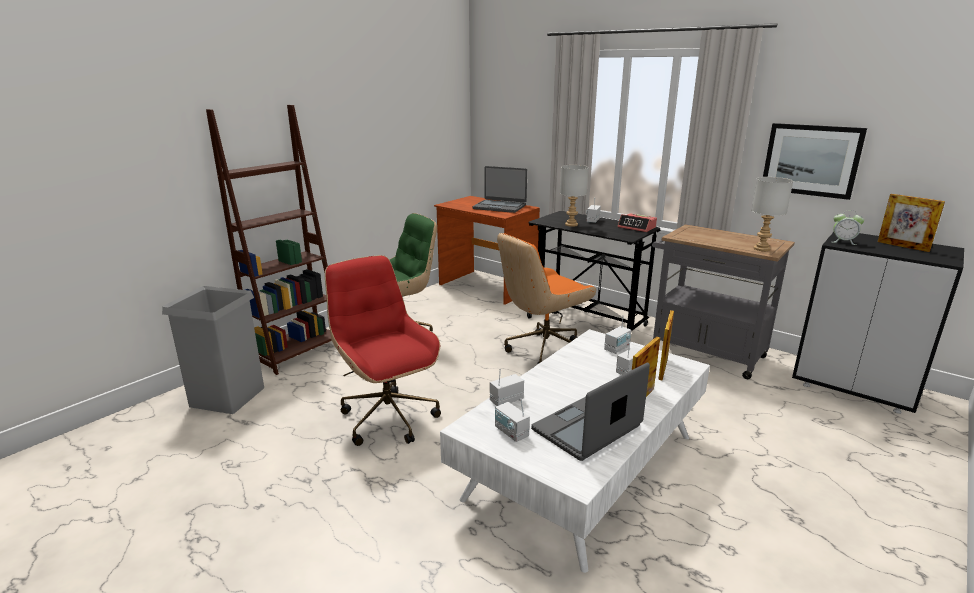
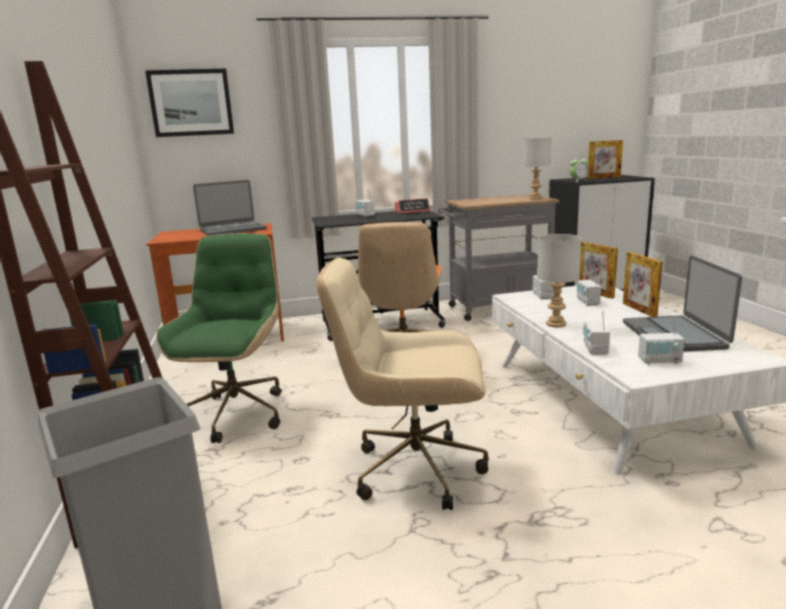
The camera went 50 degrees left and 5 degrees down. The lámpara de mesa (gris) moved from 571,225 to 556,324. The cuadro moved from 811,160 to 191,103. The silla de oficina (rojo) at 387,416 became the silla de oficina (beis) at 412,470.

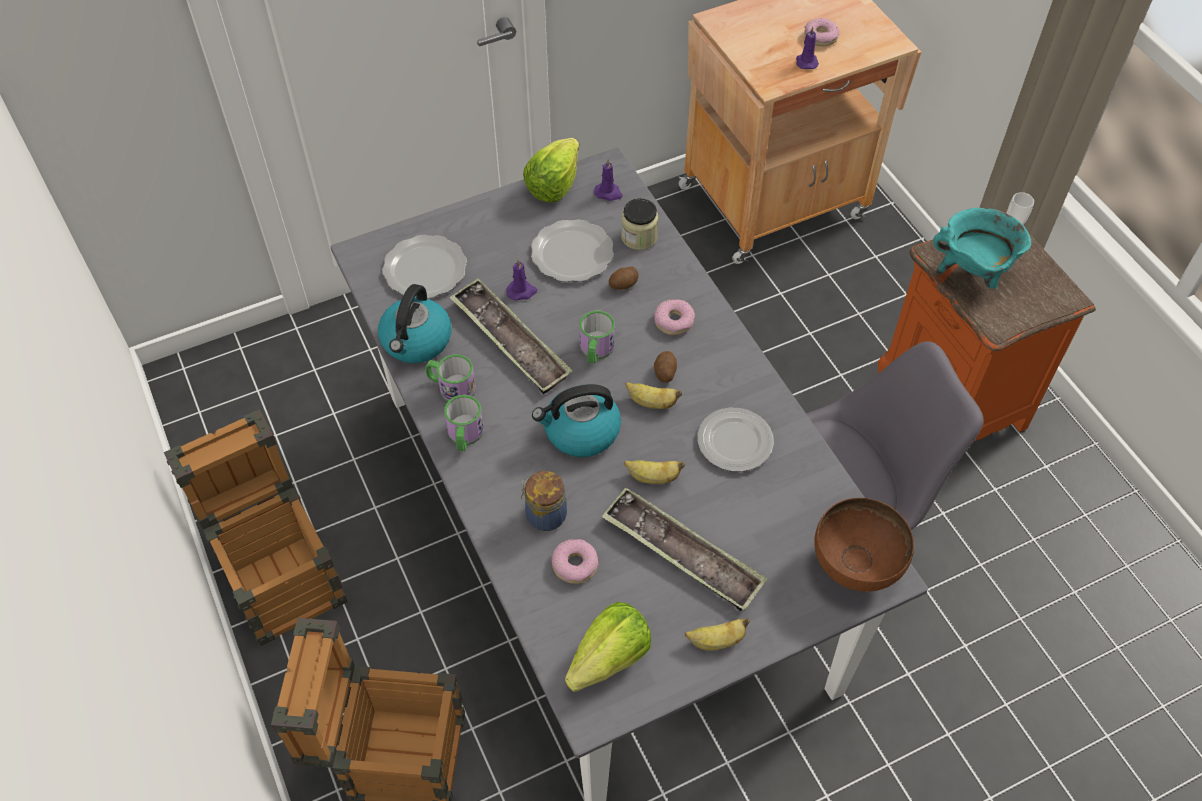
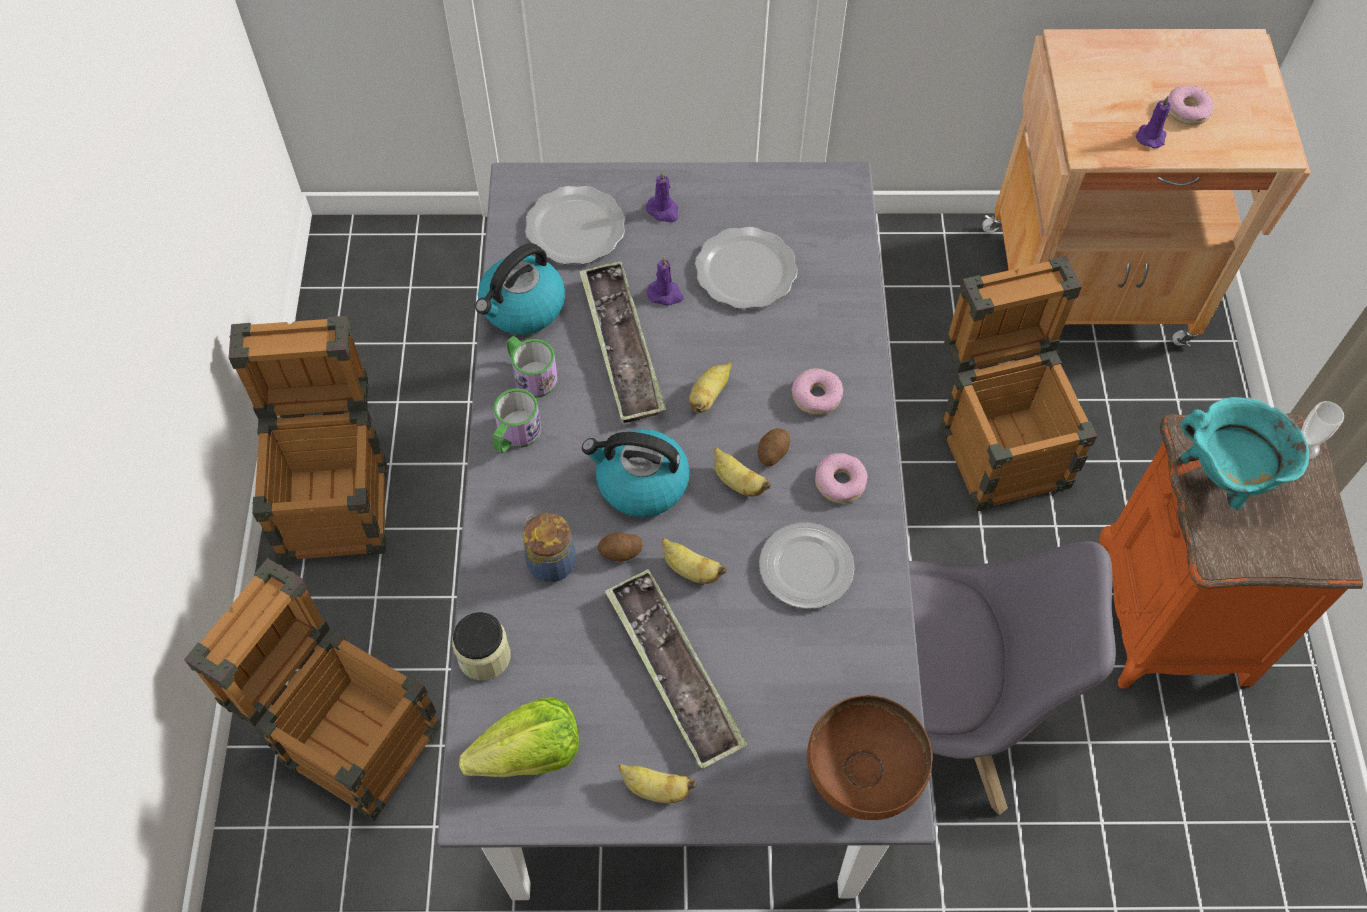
The camera went 25 degrees right and 5 degrees up. The lechuga at 554,185 disappeared. The caja de embalaje at 998,442 appeared. The rosquilla moved from 574,565 to 839,482. The vela (morado) moved from 608,193 to 663,211. The patata moved from 624,285 to 620,553. The tarro moved from 639,237 to 484,656. The taza grande at 595,350 was replaced by the plátano at 709,395.

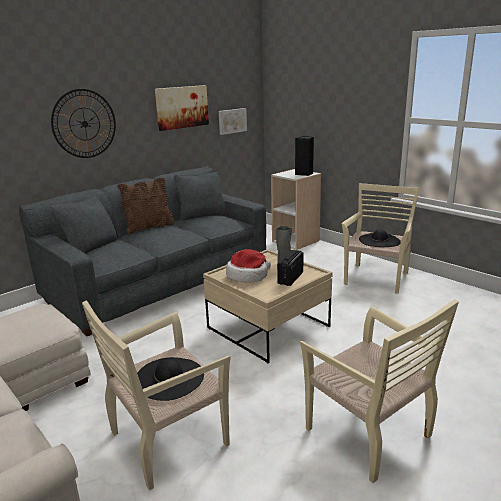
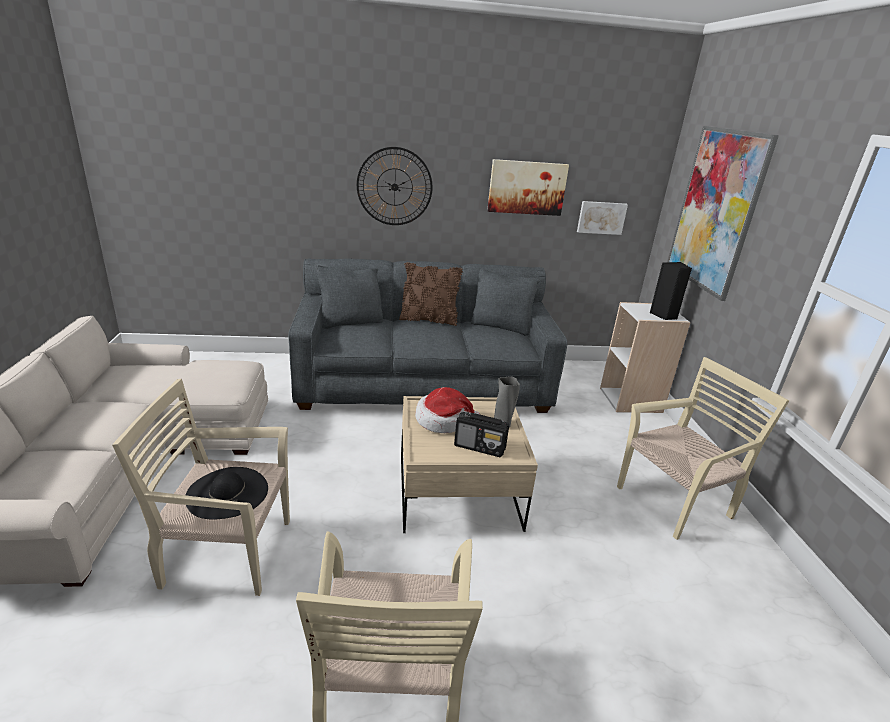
The camera went 35 degrees right and 5 degrees up. The sombrero (negro) at 379,240 disappeared. The cuadro at 715,210 appeared. The radio at 290,278 turned 135 degrees counterclockwise.

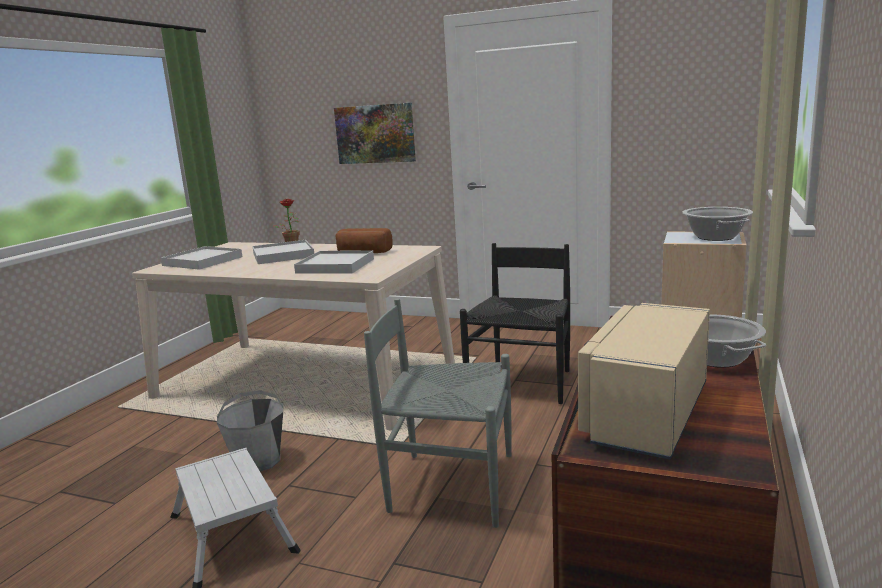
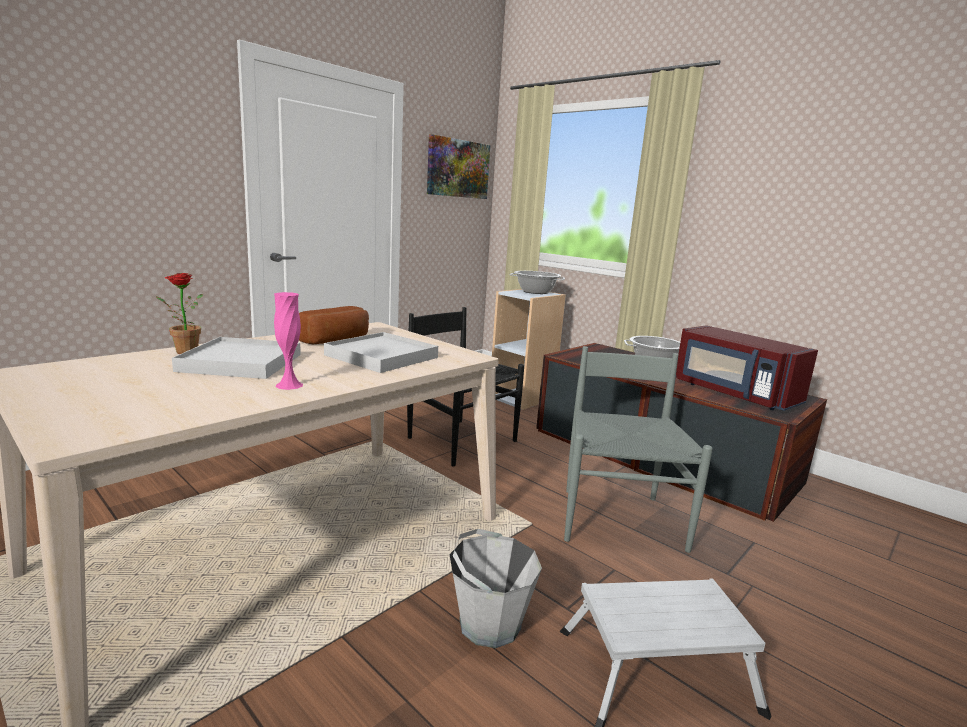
The camera went 70 degrees left and 0 degrees up. The bandeja (blanco) at 203,261 disappeared. The florero (rosa) at 289,385 appeared. The cuadro moved from 375,134 to 458,168. The microondas (beis) at 644,415 became the microondas (rojo) at 733,394. The silla (gris) at 450,485 turned 150 degrees clockwise.

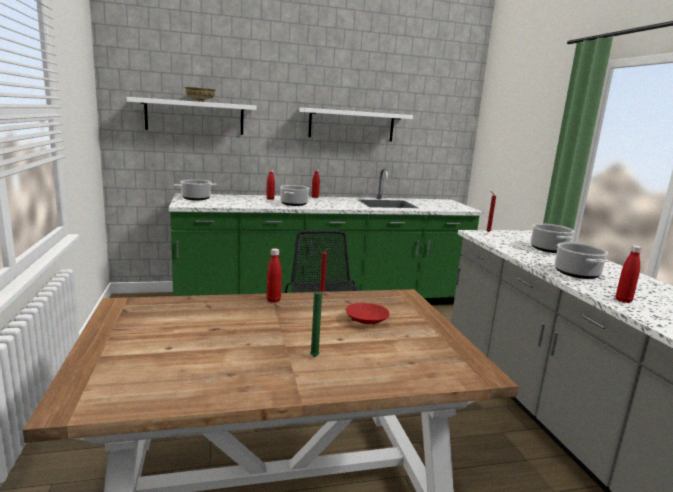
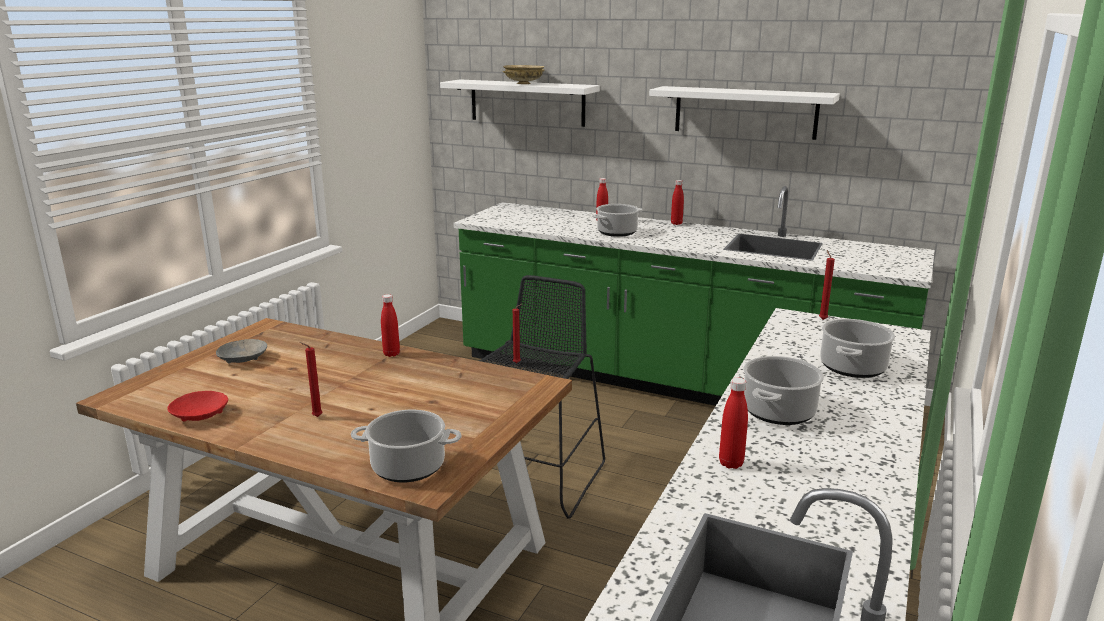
The camera went 40 degrees right and 5 degrees up. The cuenco (gris) at 243,359 appeared. The olla moved from 196,198 to 409,466. The cuenco (rojo) moved from 367,321 to 200,415. The vela (verde) at 313,357 became the vela (rojo) at 315,417.

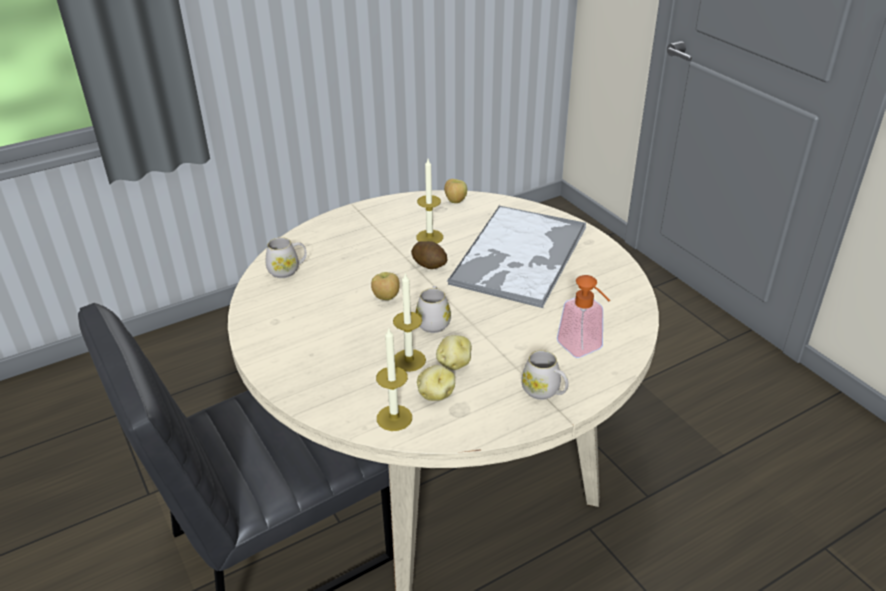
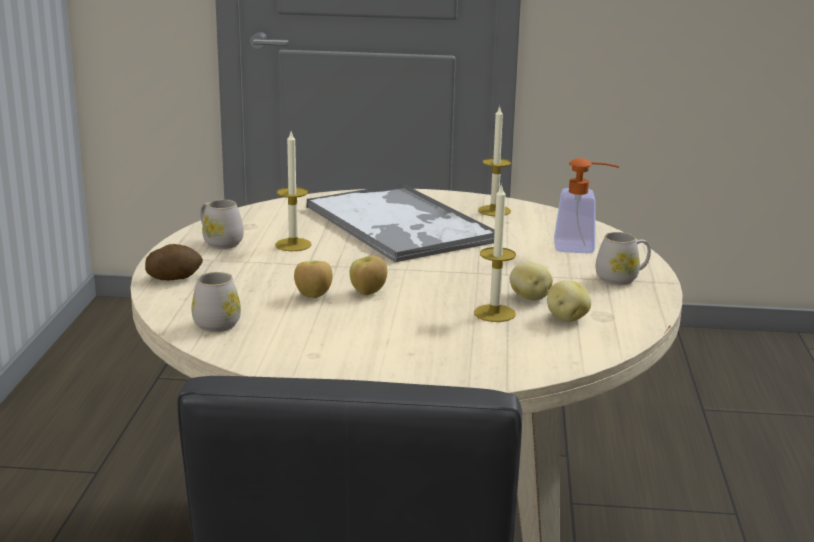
The camera went 55 degrees left and 15 degrees down. The vela moved from 394,418 to 494,211. The patata moved from 430,264 to 174,277. The taza grande (blanco) moved from 433,321 to 219,242. The manzana moved from 455,201 to 313,296.

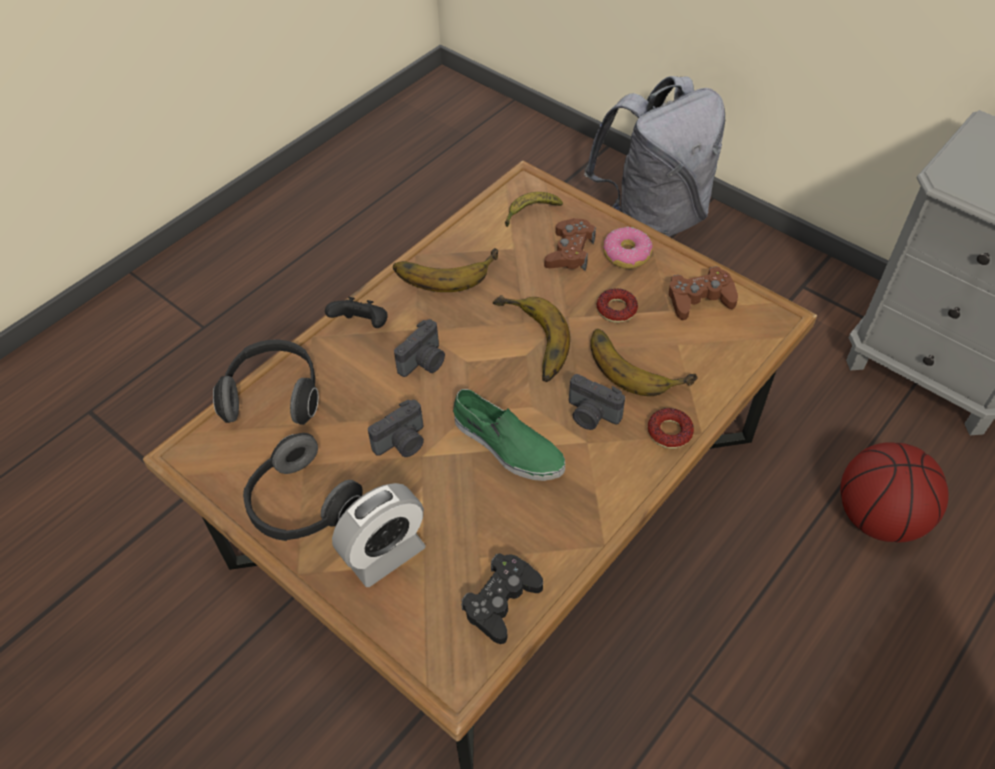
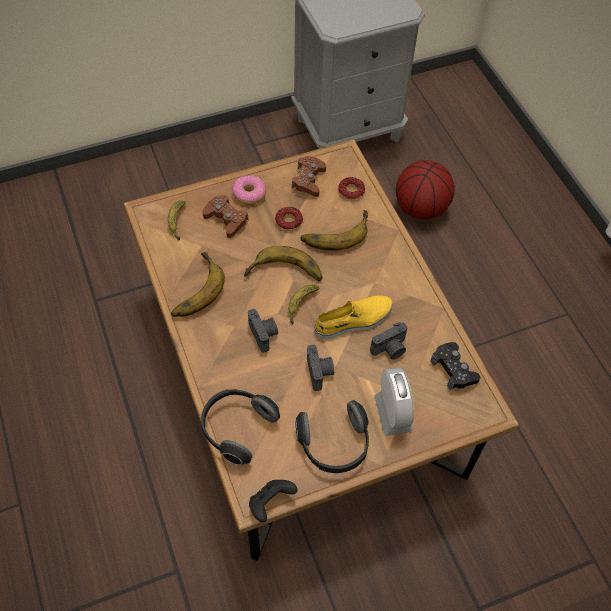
The camera went 65 degrees left and 5 degrees up. The mochila (gris) at 651,221 disappeared. The plátano at 300,305 appeared. The mando de consola (negro) moved from 362,326 to 270,503. The cámara moved from 591,415 to 390,349. The rosquilla moved from 669,432 to 351,191. The zapato (verde) at 507,445 became the zapato (amarillo) at 353,320.

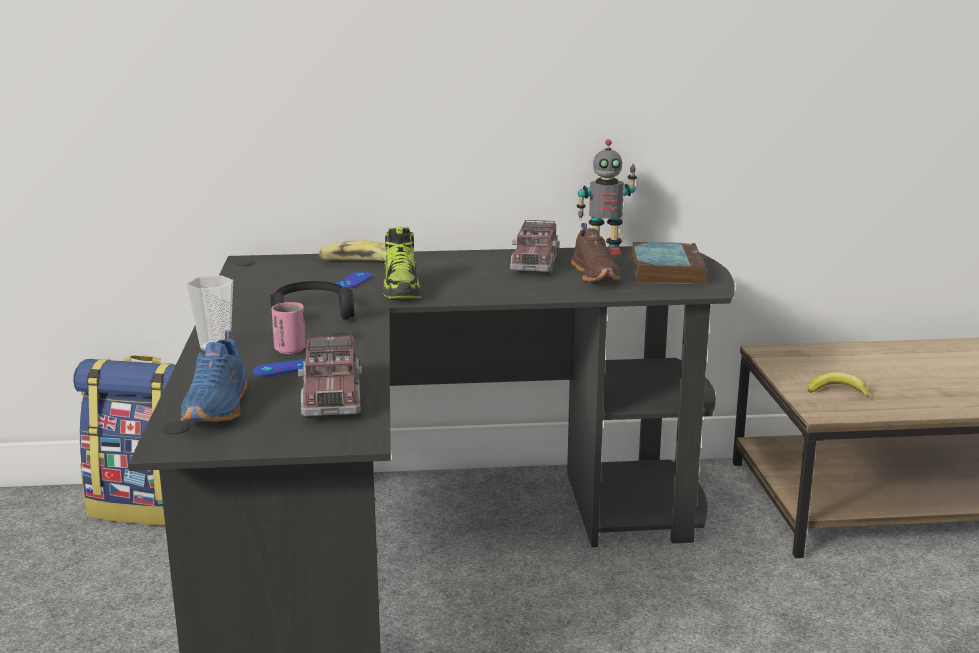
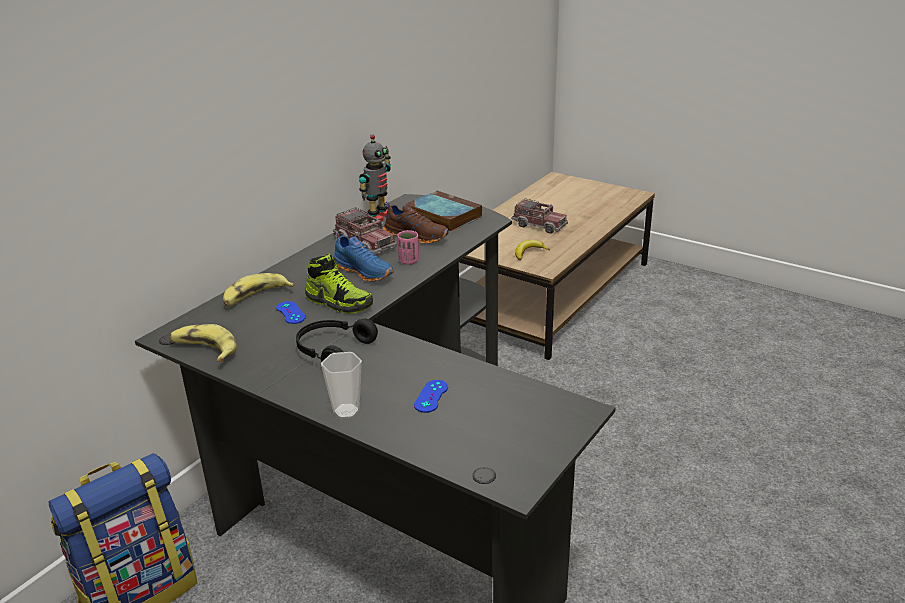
The camera went 50 degrees left and 10 degrees up. The plátano at 204,350 appeared. The zapato (azul) moved from 219,407 to 364,272. The taza (rosa) moved from 290,350 to 409,261. The camión de juguete moved from 332,398 to 539,225.

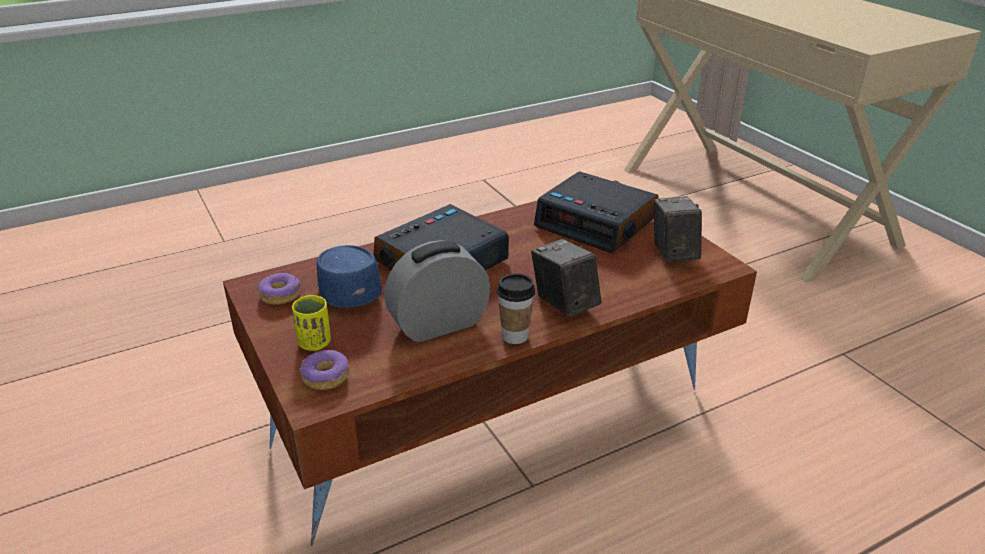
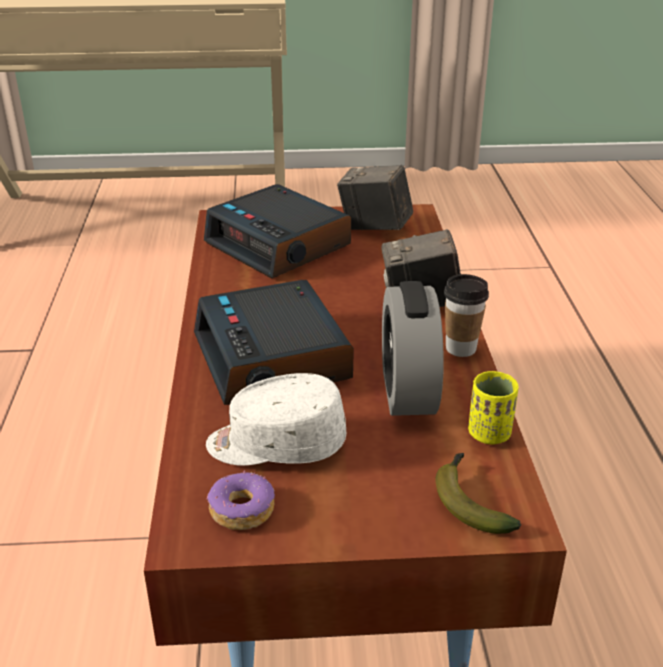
The camera went 65 degrees left and 0 degrees up. The taza (amarillo) moved from 315,343 to 489,434. The rosquilla at 326,377 was replaced by the plátano at 469,501. The gorra (azul) at 347,289 became the gorra (blanco) at 276,444. The despertador at 597,223 turned 75 degrees clockwise.

